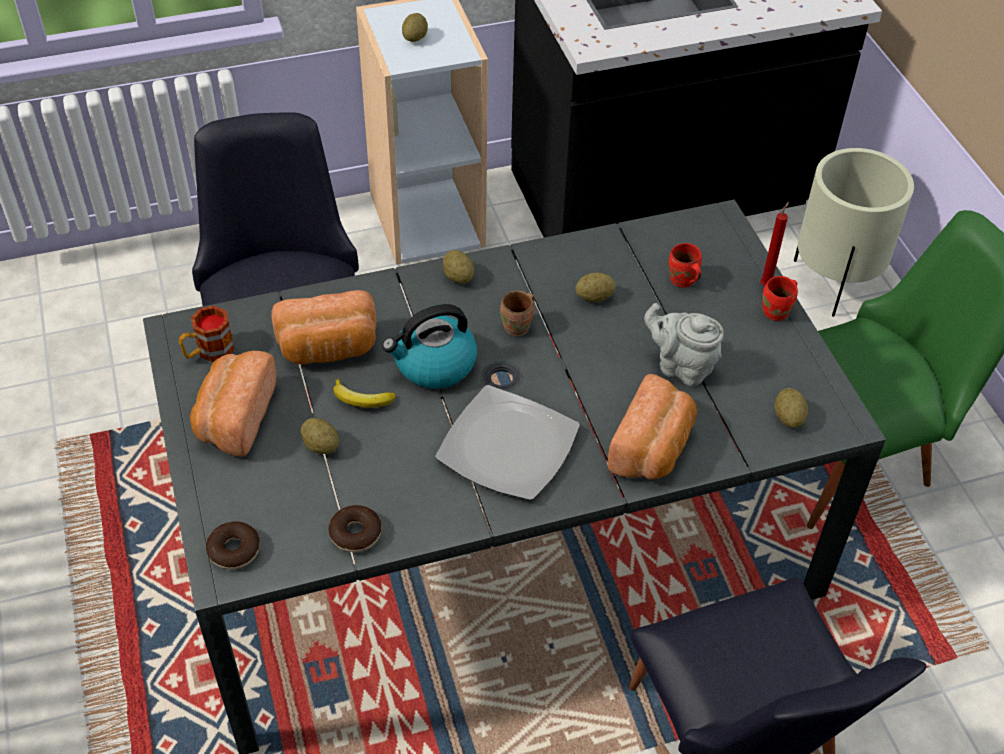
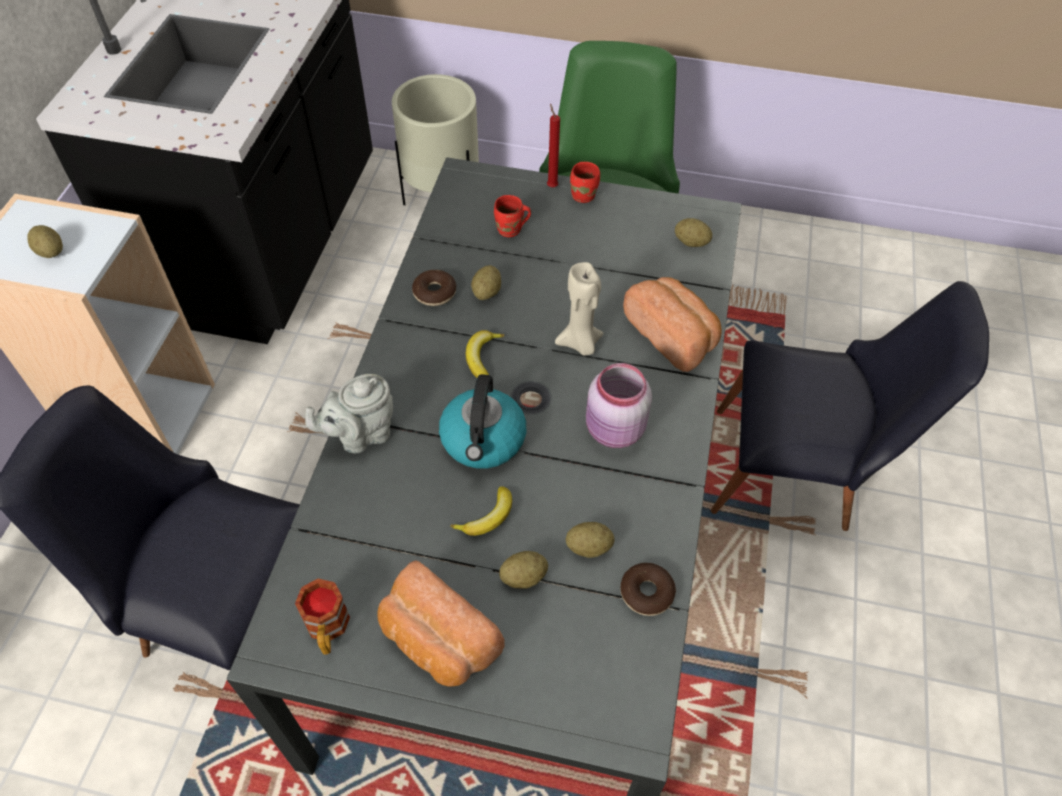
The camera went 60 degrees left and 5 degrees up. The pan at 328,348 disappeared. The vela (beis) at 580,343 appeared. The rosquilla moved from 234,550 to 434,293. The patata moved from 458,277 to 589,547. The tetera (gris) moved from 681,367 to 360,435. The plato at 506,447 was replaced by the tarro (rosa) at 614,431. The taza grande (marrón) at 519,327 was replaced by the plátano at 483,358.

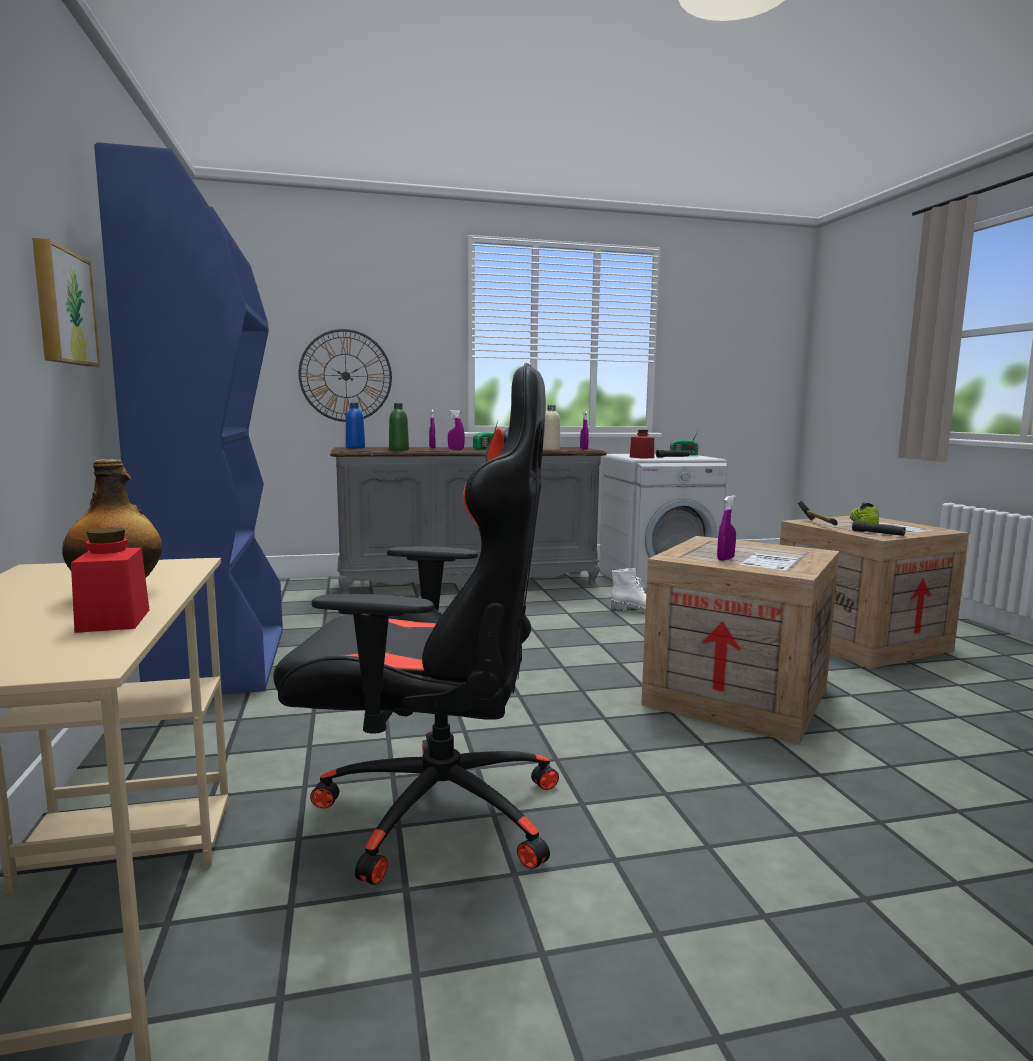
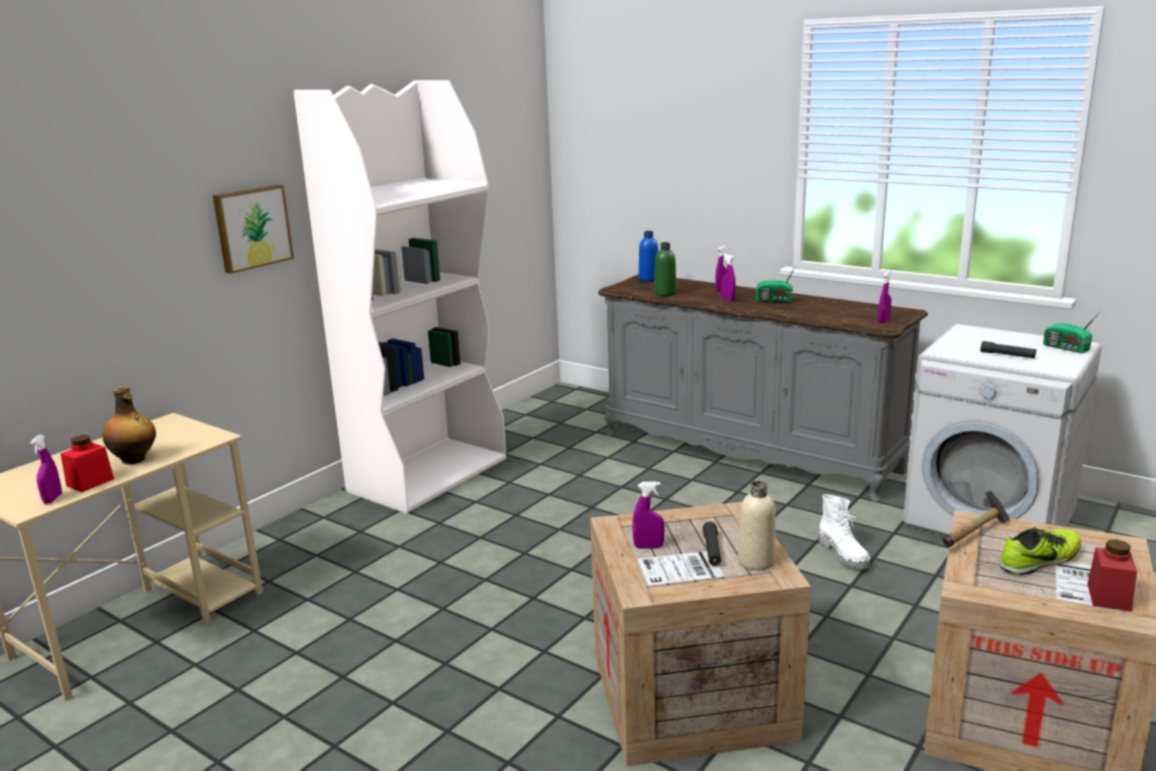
The camera went 50 degrees right and 10 degrees up. The silla de oficina (negro) at 422,811 disappeared. The reloj de pared at 345,376 disappeared. The pulverizador (morado) at 53,499 appeared. The botella (beis) moved from 550,450 to 756,561. The tarro (rojo) moved from 641,457 to 1108,597. The linterna (negro) moved from 878,533 to 712,550. The estantería (azul) at 220,661 became the estantería (blanco) at 429,474.

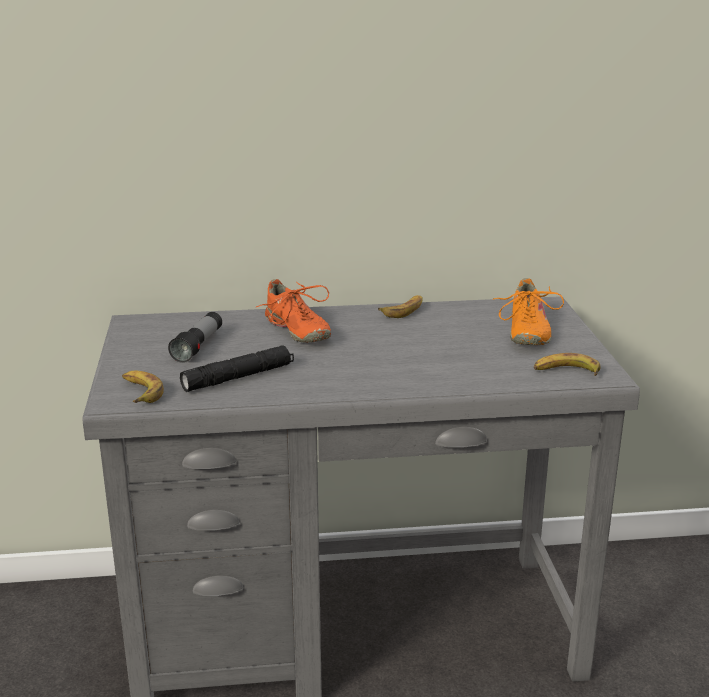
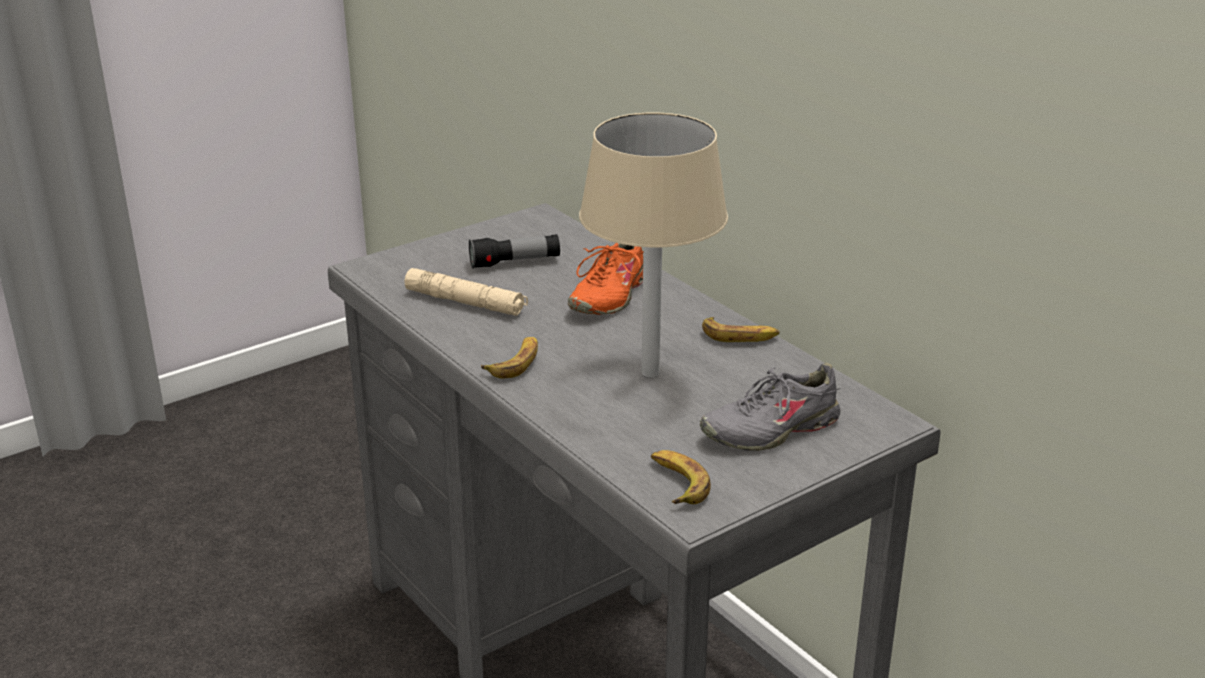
The camera went 60 degrees right and 5 degrees up. The lámpara de mesa (beis) at 649,373 appeared. The plátano moved from 140,392 to 515,362. The linterna (negro) at 238,377 became the linterna (beis) at 465,303. The zapato (naranja) at 526,332 became the zapato (gris) at 770,429.

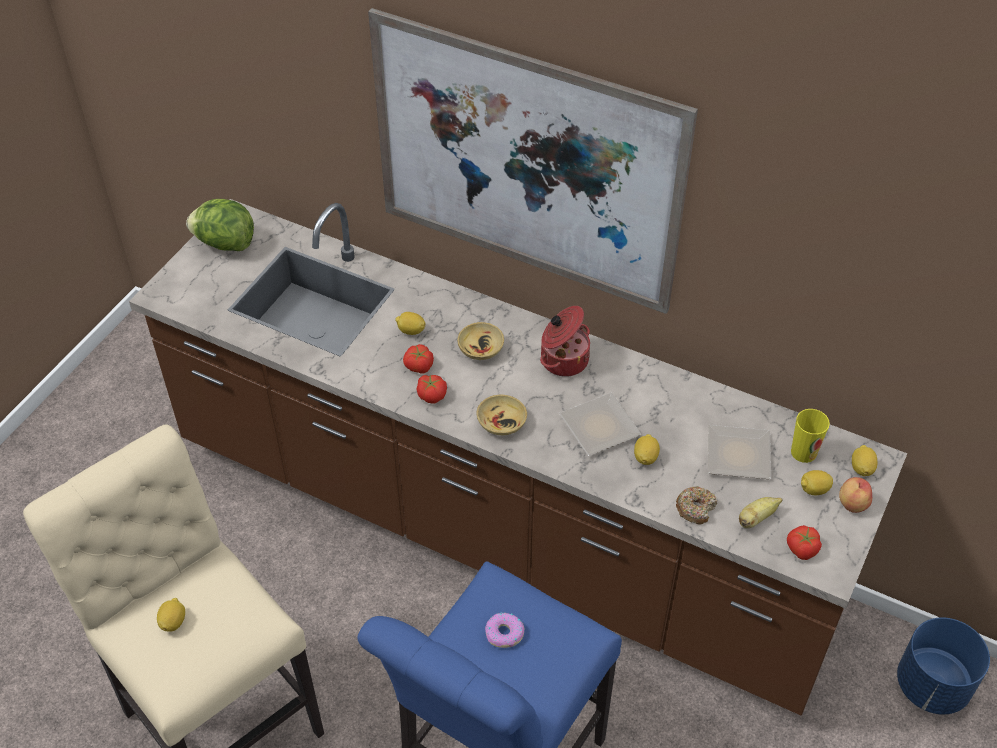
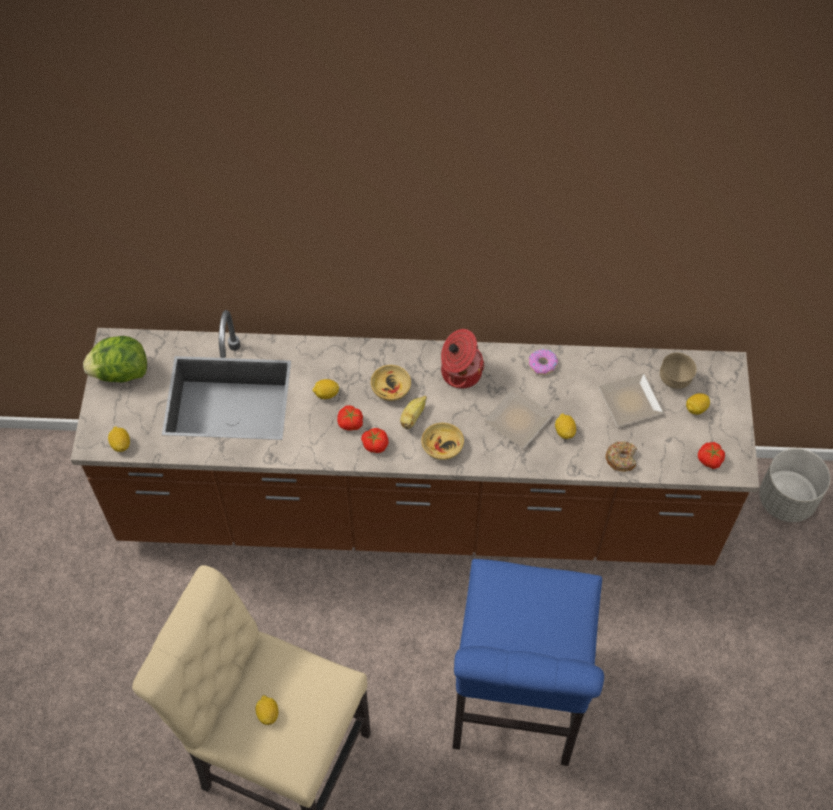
The camera went 25 degrees left and 10 degrees up. The cuadro at 525,164 disappeared. The manzana at 852,504 disappeared. The rosquilla moved from 504,633 to 542,364. The plátano moved from 756,518 to 412,417. The limón moved from 861,468 to 121,444. The taza at 803,452 was replaced by the cuenco (marrón) at 674,380. The maceta (azul) at 932,686 became the maceta (gris) at 786,500.

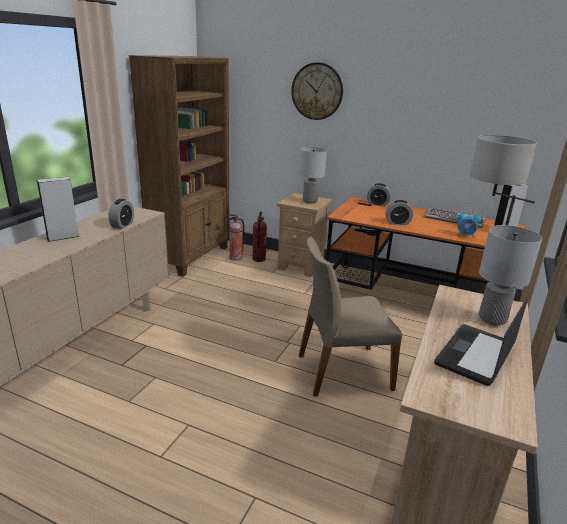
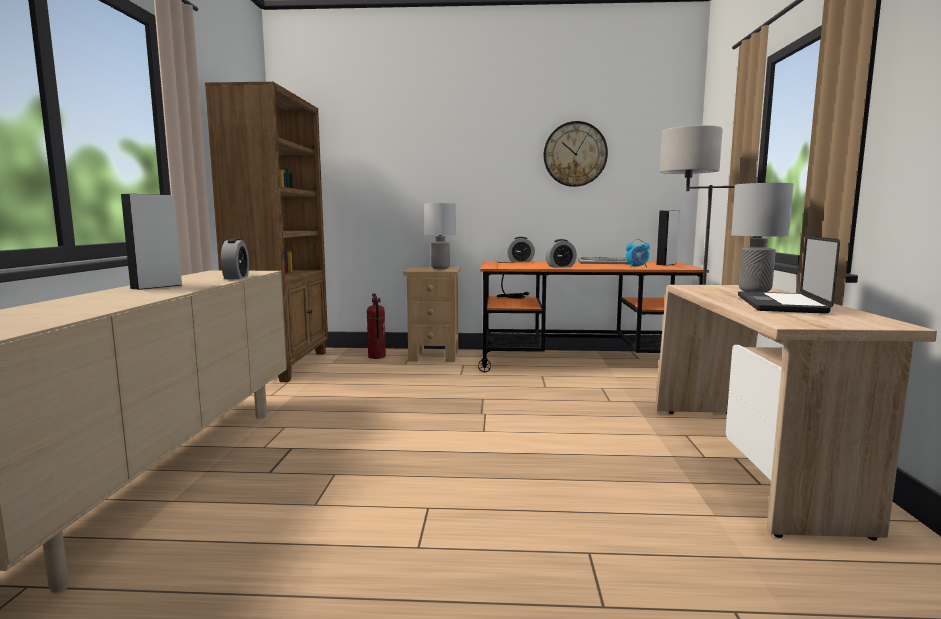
The camera went 20 degrees left and 15 degrees down. The extintor at 235,258 disappeared. The silla (beis) at 342,371 disappeared. The reloj de pared moved from 317,91 to 575,154.

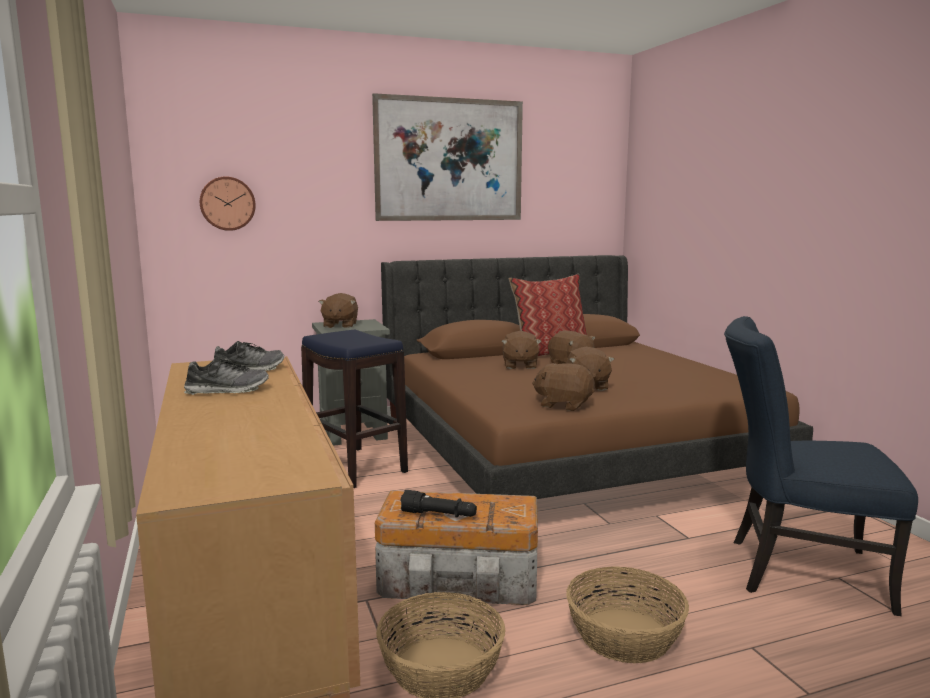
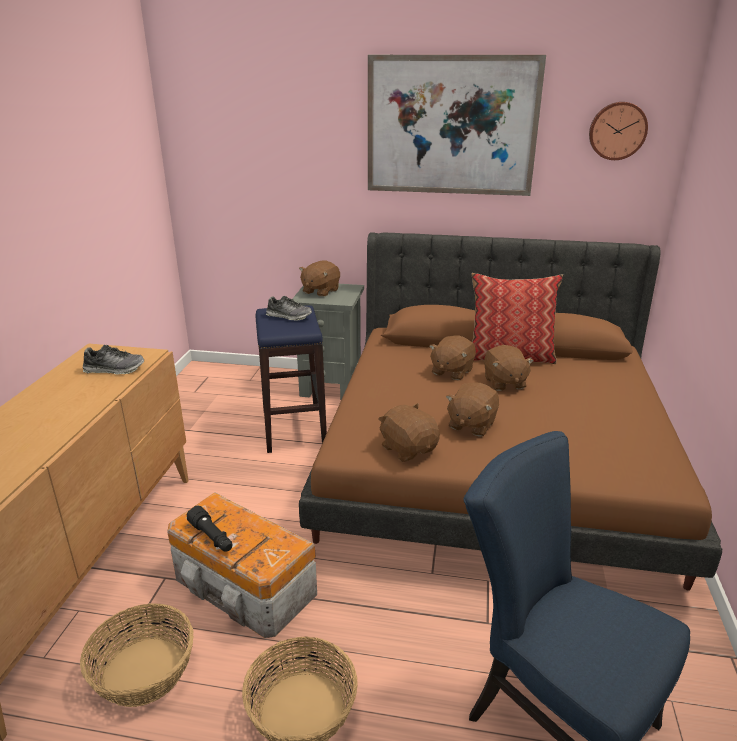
The camera went 30 degrees right and 15 degrees up. The zapato moved from 227,391 to 289,316. The reloj de pared moved from 227,203 to 617,131.

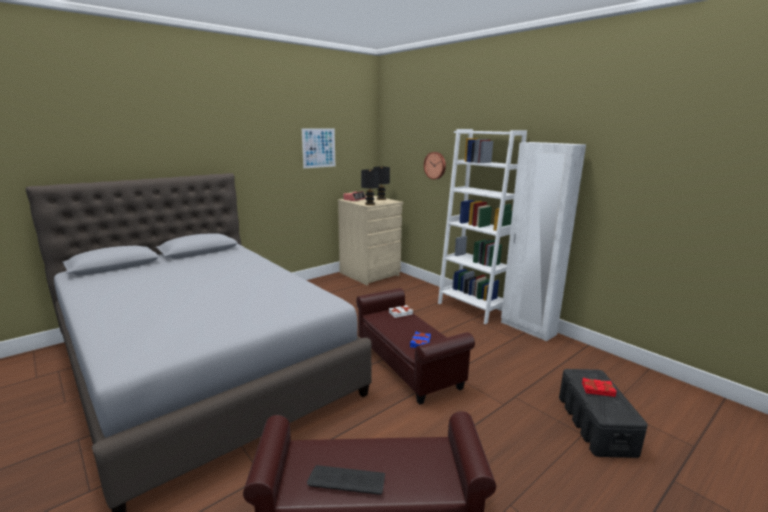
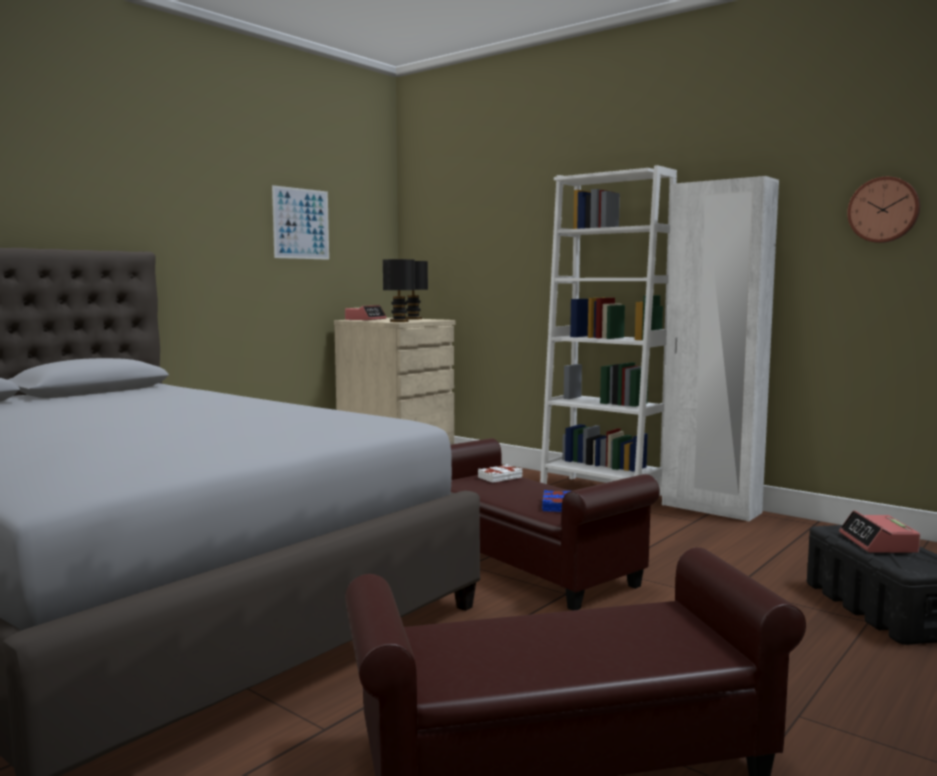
The camera went 10 degrees left and 10 degrees down. The teclado at 347,480 disappeared. The reloj de pared moved from 435,165 to 883,210. The libro (rojo) at 597,389 was replaced by the despertador at 878,543.

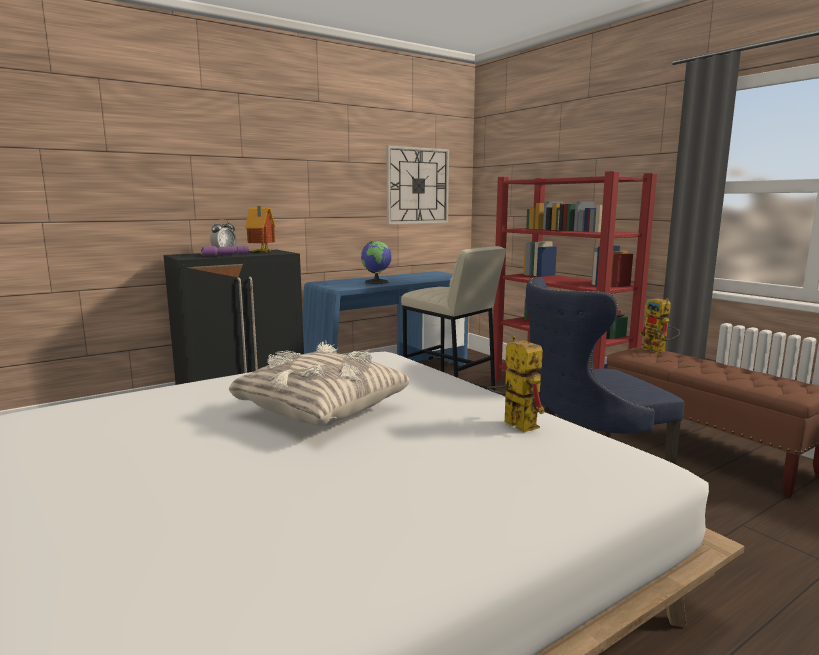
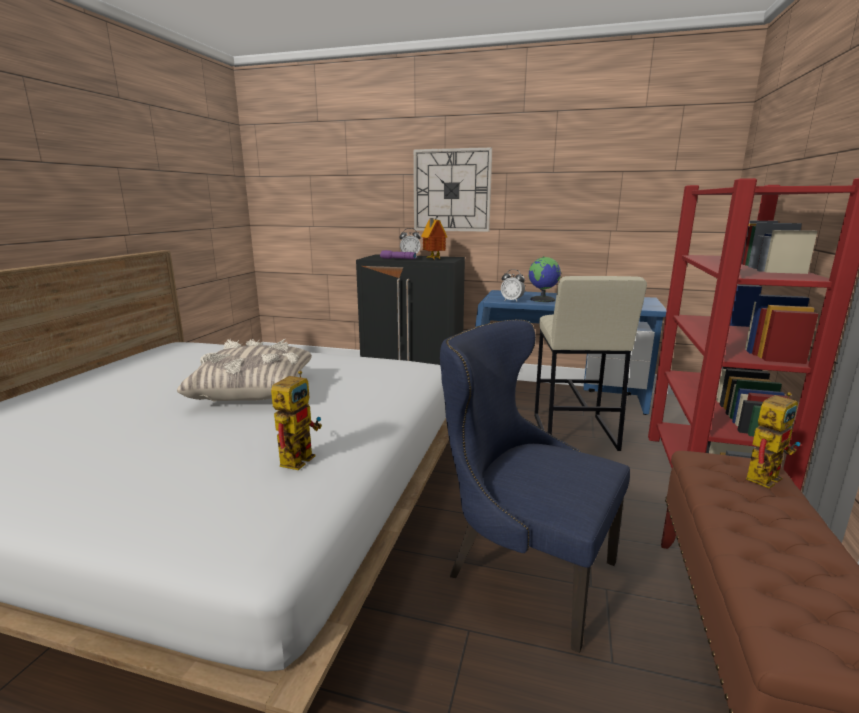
The camera went 50 degrees right and 5 degrees up. The despertador at 512,300 appeared. The reloj de pared moved from 417,186 to 452,190. The robot de juguete at 658,351 turned 150 degrees counterclockwise.

